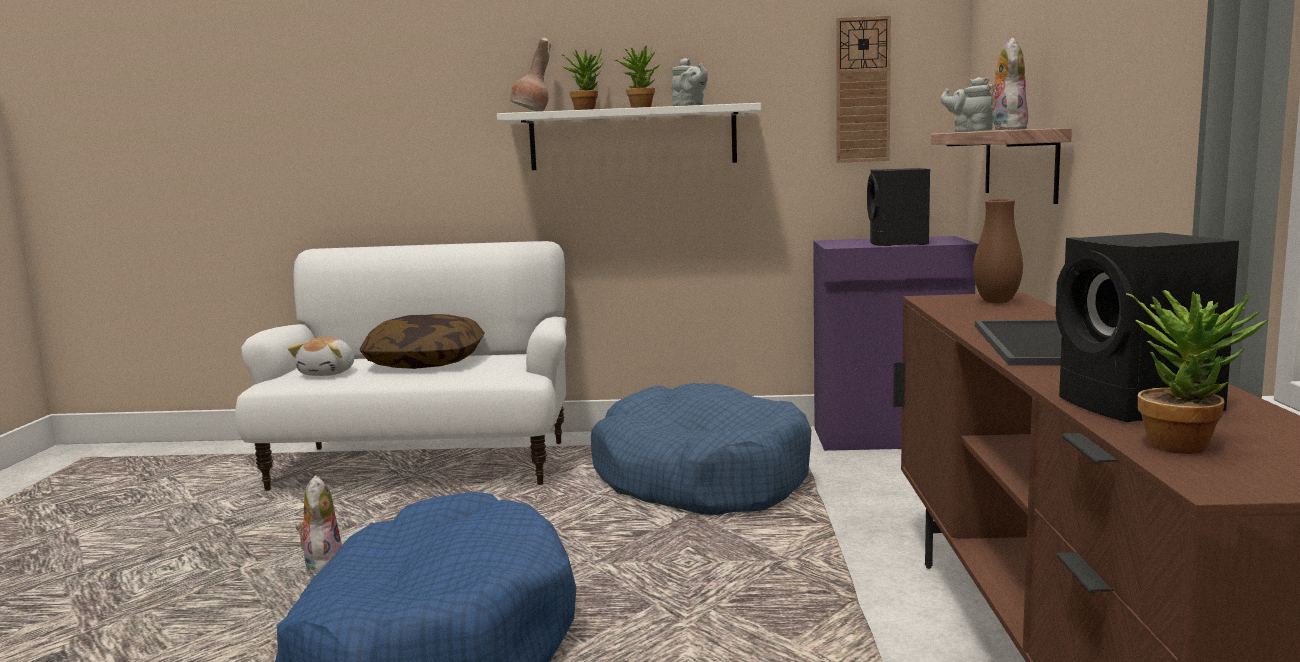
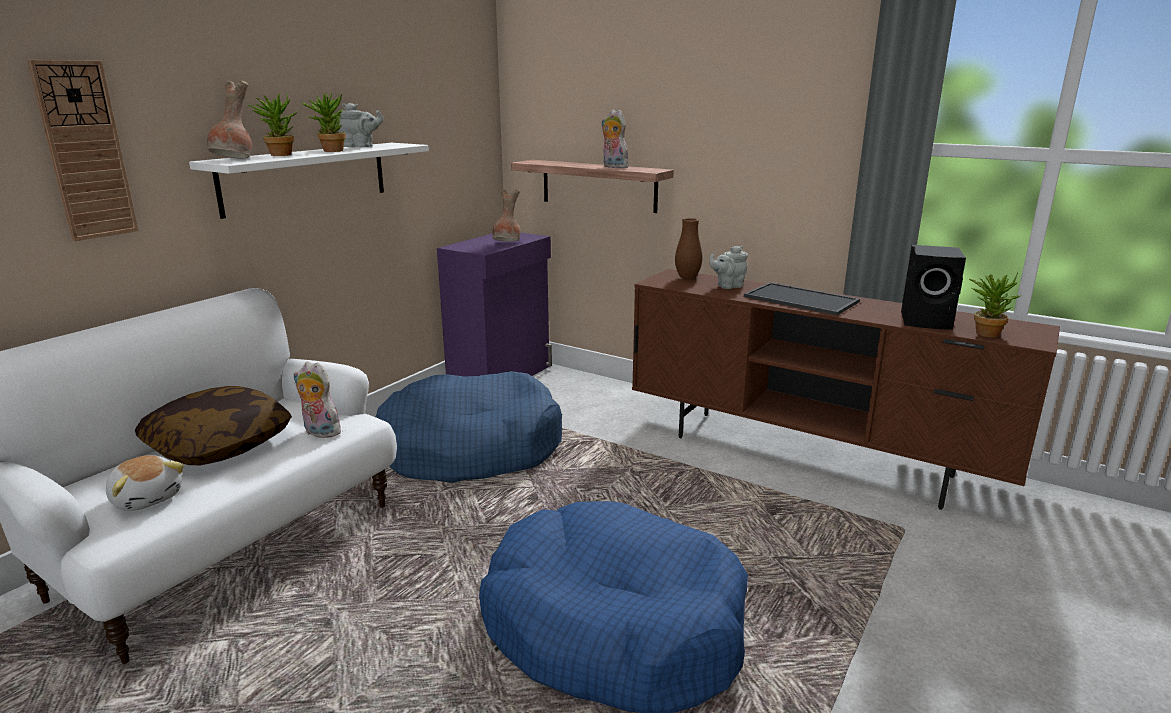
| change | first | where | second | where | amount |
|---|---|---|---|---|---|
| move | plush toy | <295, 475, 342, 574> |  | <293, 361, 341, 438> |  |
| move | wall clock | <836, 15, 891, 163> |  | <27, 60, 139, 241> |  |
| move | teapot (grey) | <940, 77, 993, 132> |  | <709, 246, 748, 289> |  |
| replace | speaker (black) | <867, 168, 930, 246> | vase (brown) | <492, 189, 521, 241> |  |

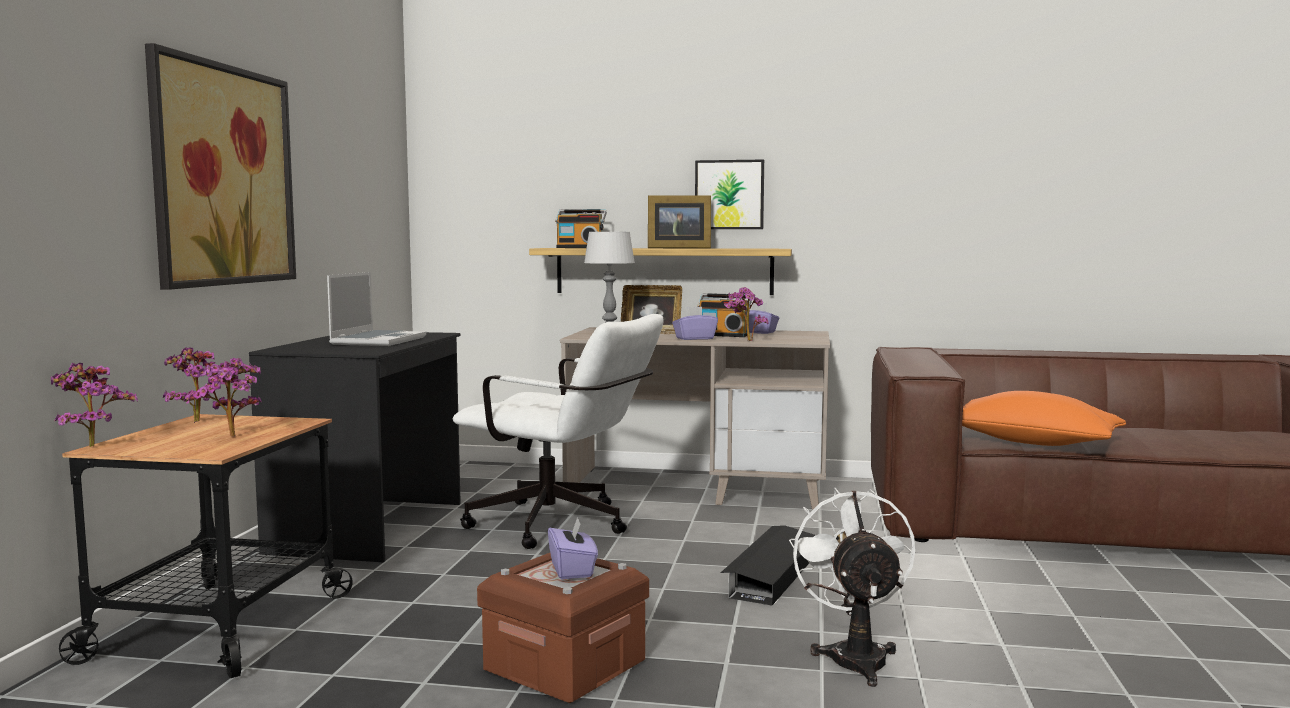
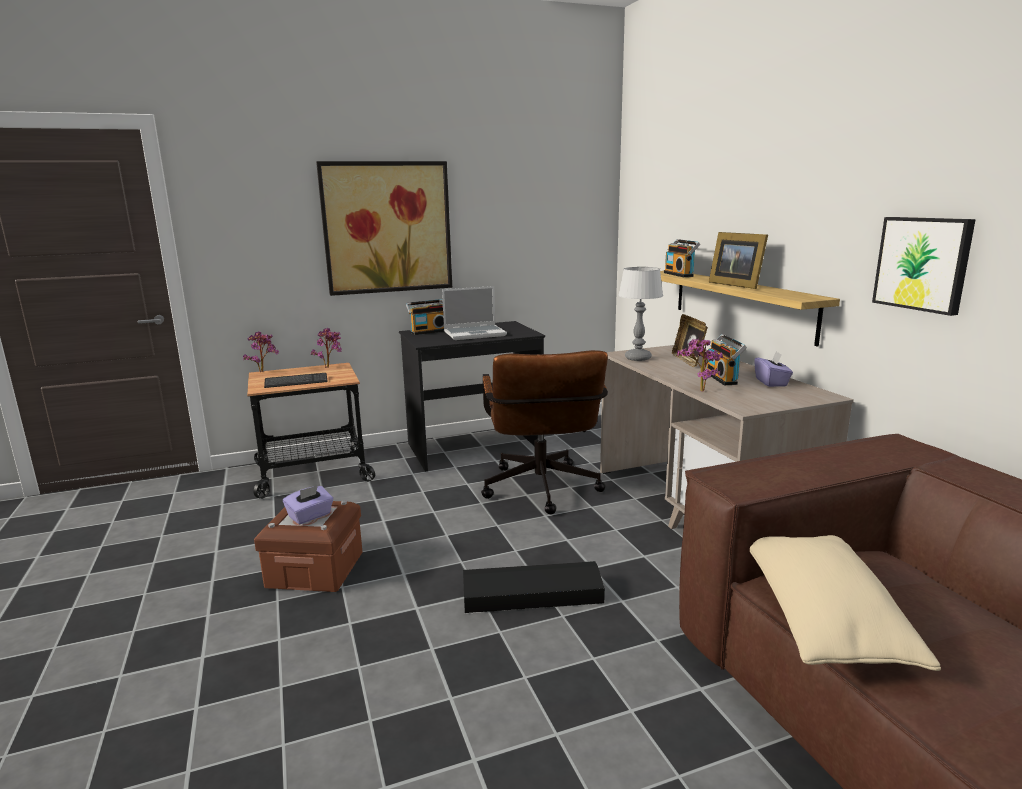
| change | first | where | second | where | amount |
|---|---|---|---|---|---|
| delete | tissue box (purple) | <672, 307, 718, 340> |  |  |  |
| delete | fan (white) | <789, 487, 915, 687> |  |  |  |
| insert |  |  | radio | <406, 299, 444, 335> |  |
| move | picture | <695, 159, 764, 229> |  | <872, 217, 976, 316> |  |
| replace | potted plant | <184, 358, 262, 437> | keyboard | <264, 373, 328, 388> |  |
| recolor | office chair (white) | <452, 314, 664, 549> | office chair (brown) | <481, 350, 608, 515> |  |
| recolor | pillow (orange) | <962, 391, 1126, 446> | pillow (beige) | <750, 535, 941, 671> |  |

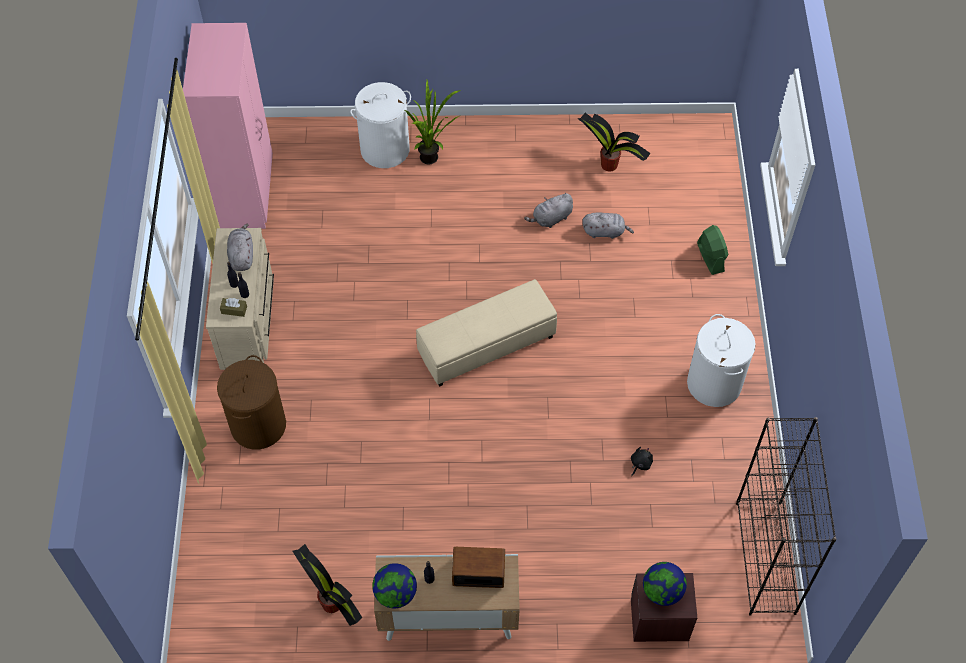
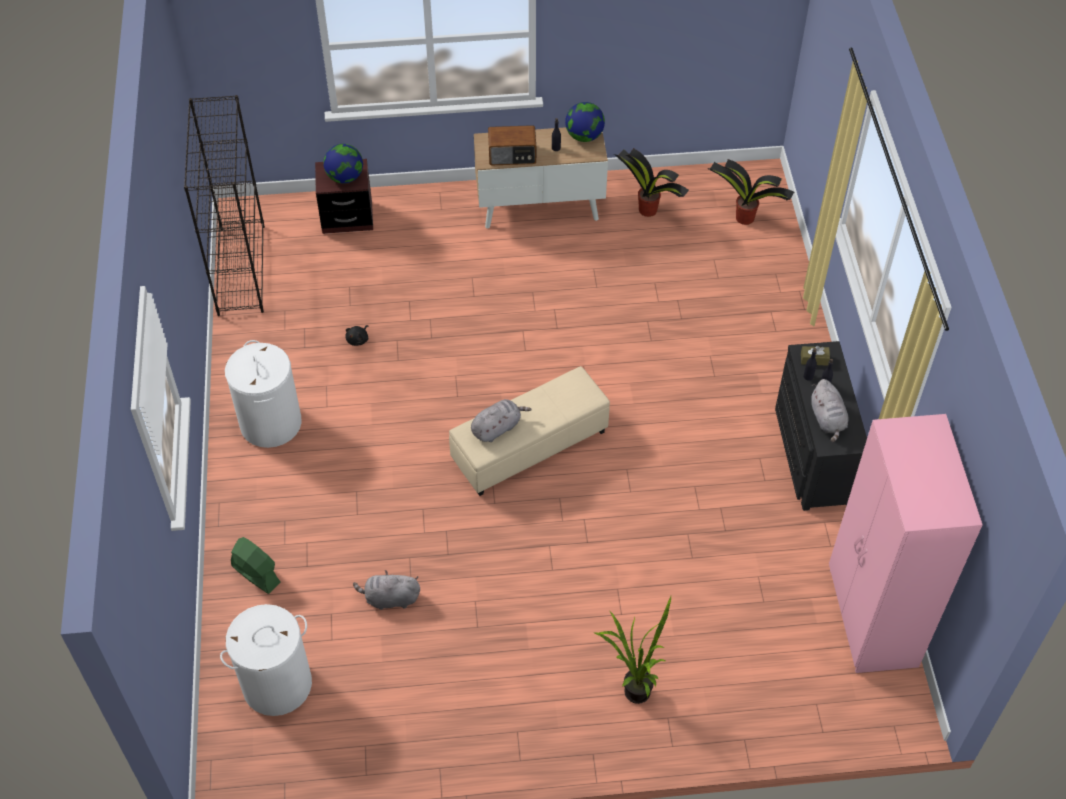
| change | first | where | second | where | amount |
|---|---|---|---|---|---|
| delete | laundry basket (brown) | <217, 355, 286, 449> |  |  |  |
| move | laundry basket (white) | <350, 82, 411, 168> |  | <220, 604, 312, 716> |  |
| move | plush toy (grey) | <524, 194, 573, 228> |  | <471, 399, 531, 442> |  |
| move | potted plant | <577, 113, 650, 172> |  | <707, 159, 794, 225> |  |
| recolor | dresser (beige) | <206, 228, 274, 370> | dresser (black) | <775, 341, 867, 511> |  |
| rotate | fan (green) | <697, 225, 728, 275> |  | <231, 537, 281, 594> | 150 degrees clockwise |

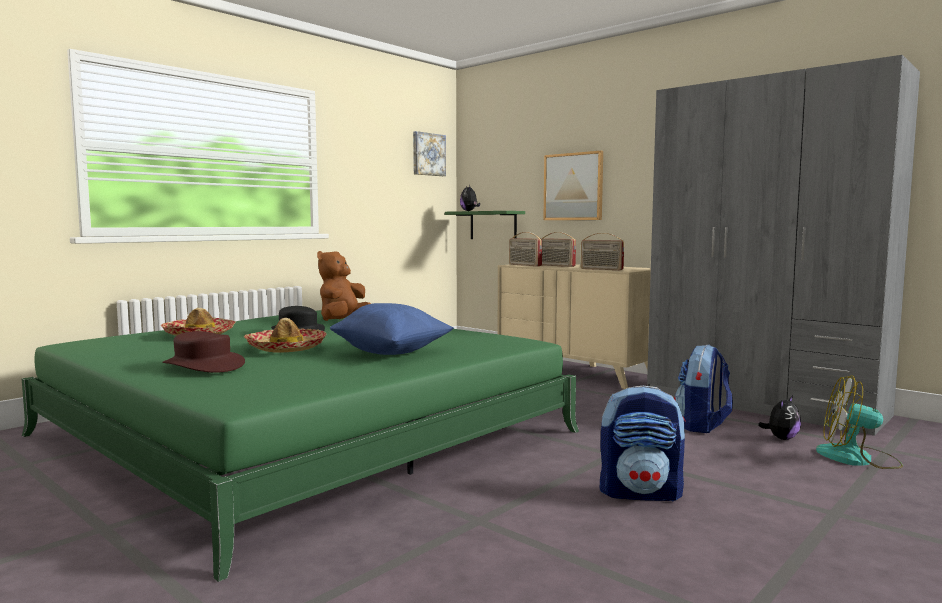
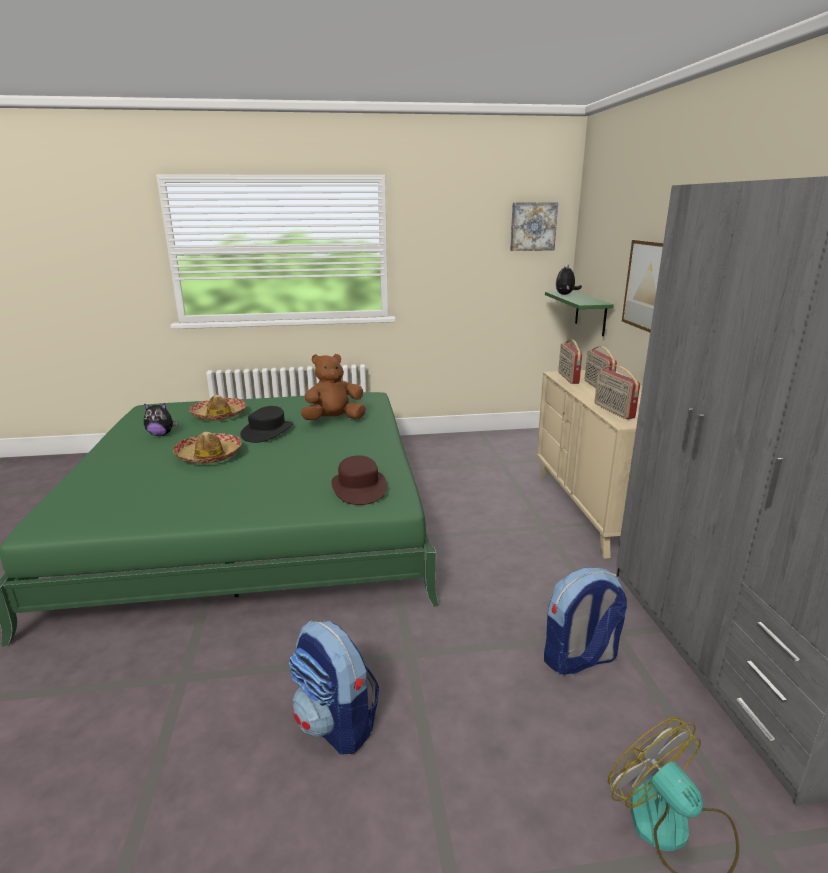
| change | first | where | second | where | amount |
|---|---|---|---|---|---|
| delete | pillow (blue) | <330, 303, 454, 355> |  |  |  |
| move | hat (brown) | <162, 331, 245, 373> |  | <331, 455, 387, 505> |  |
| move | plush toy | <758, 396, 801, 440> |  | <144, 403, 178, 436> |  |

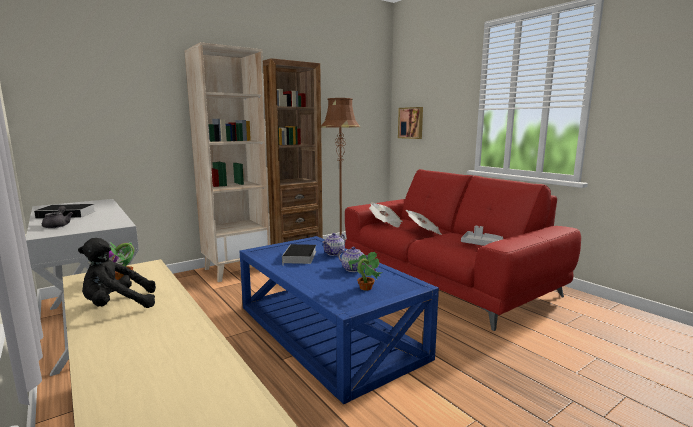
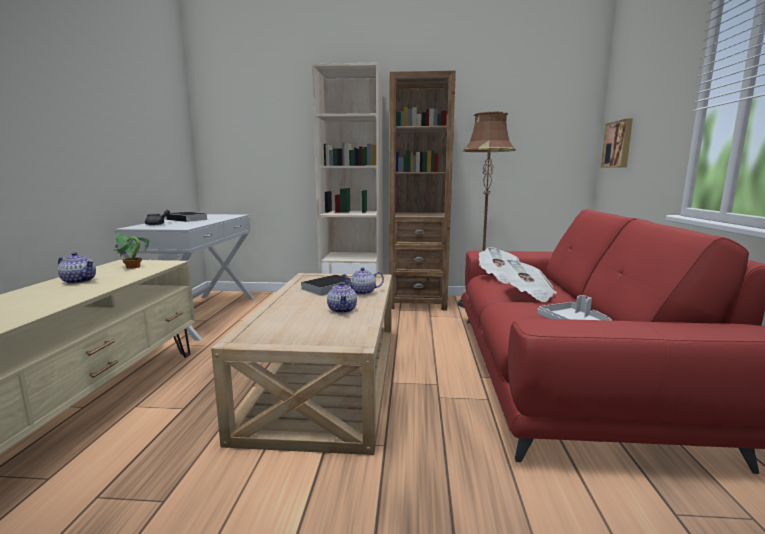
| change | first | where | second | where | amount |
|---|---|---|---|---|---|
| delete | potted plant | <348, 252, 383, 291> |  |  |  |
| replace | plush toy (black) | <78, 238, 156, 308> | teapot | <58, 252, 96, 284> |  |
| recolor | coffee table (blue) | <240, 236, 439, 404> | coffee table (beige) | <211, 273, 392, 455> |  |

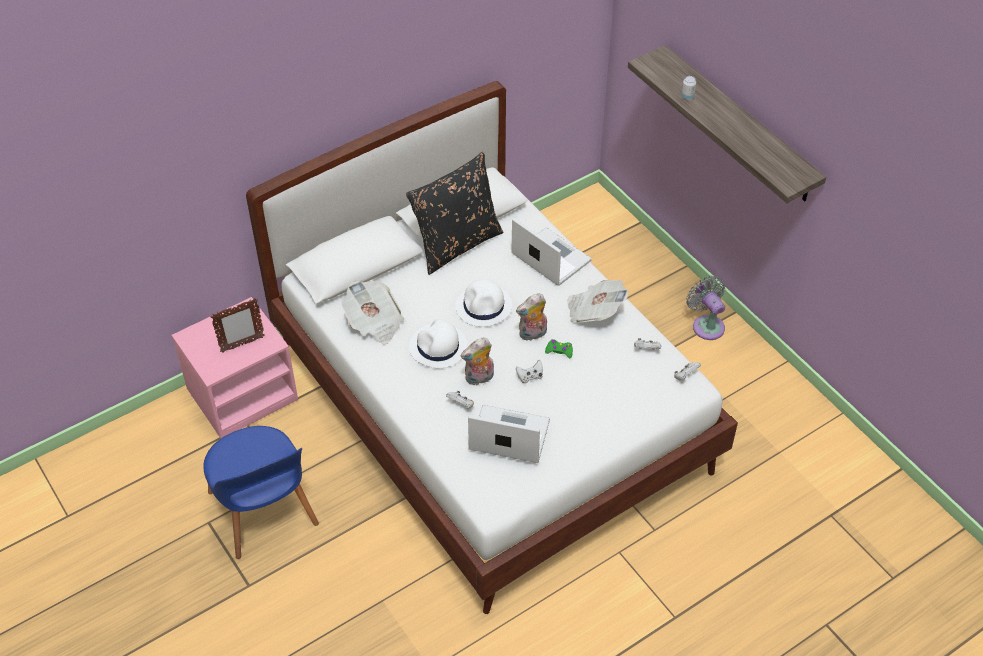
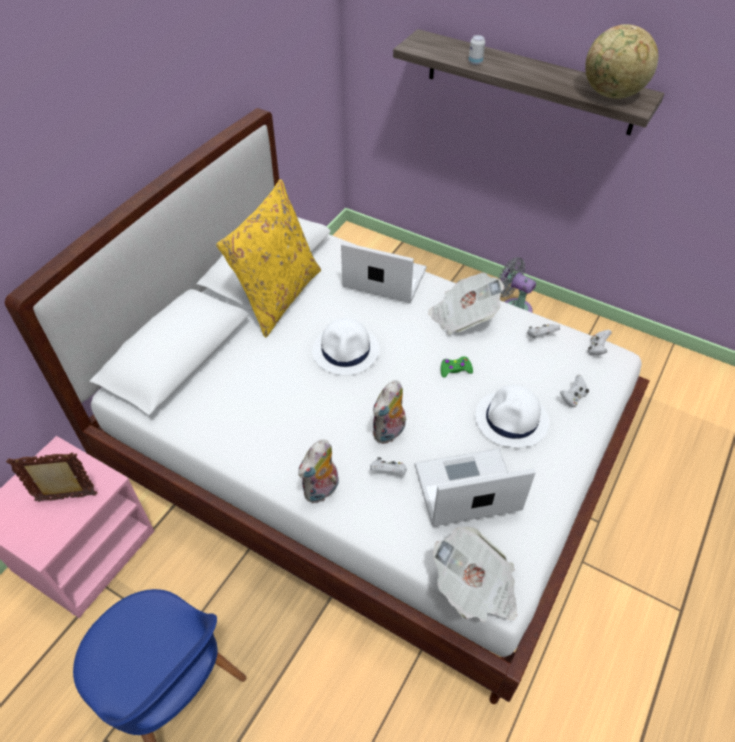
| change | first | where | second | where | amount |
|---|---|---|---|---|---|
| insert |  |  | globe | <585, 24, 659, 99> |  |
| move | newspaper | <342, 281, 404, 344> |  | <433, 527, 517, 622> |  |
| move | hat (white) | <409, 319, 467, 368> |  | <475, 385, 549, 447> |  |
| move | plush toy | <516, 293, 547, 341> |  | <298, 439, 339, 503> |  |
| move | game controller (white) | <516, 360, 543, 383> |  | <560, 375, 589, 408> |  |
| recolor | pillow (black) | <406, 152, 503, 275> | pillow (yellow) | <216, 179, 321, 337> |  |
| rotate | picture frame | <211, 298, 265, 353> |  | <6, 453, 97, 502> | 135 degrees counterclockwise |

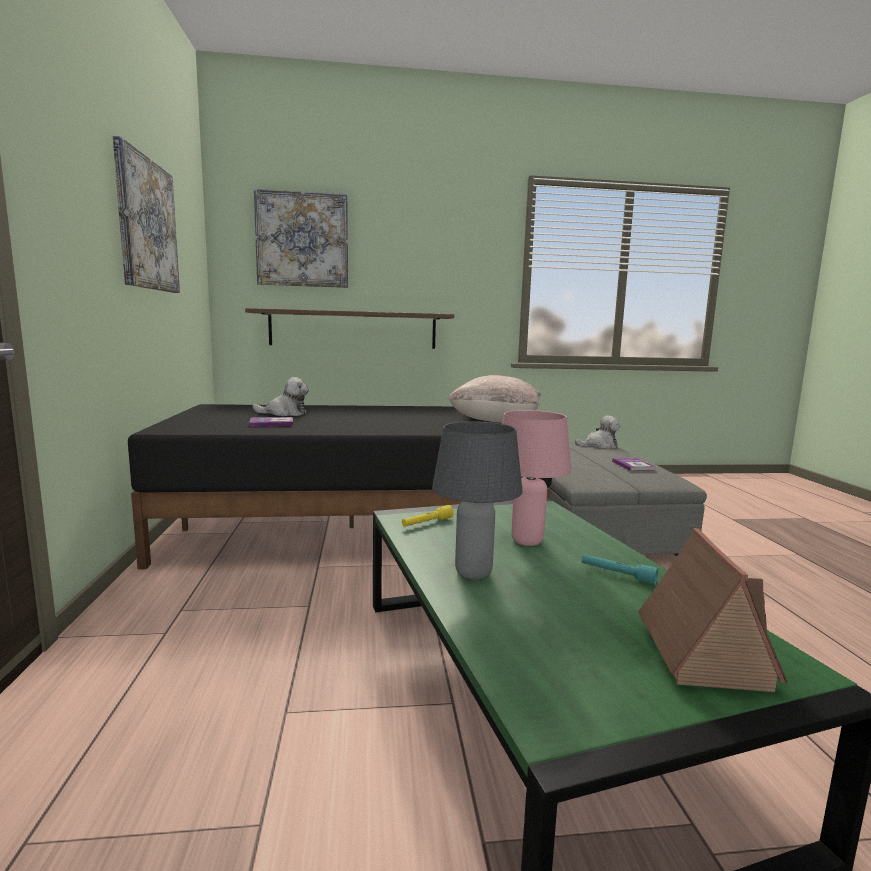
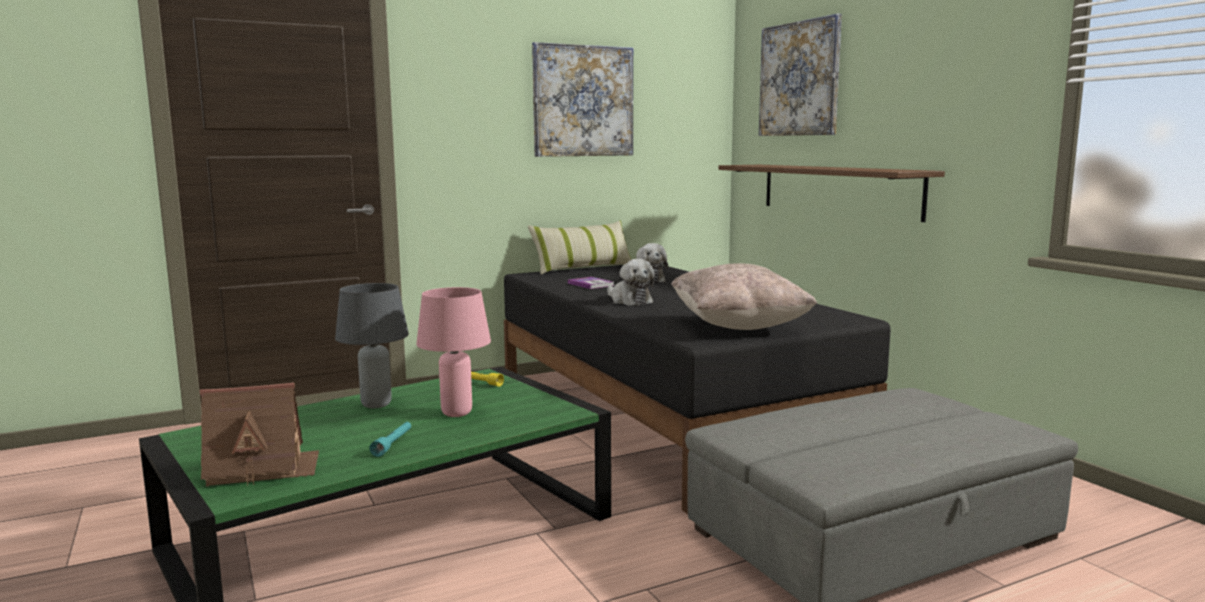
| change | first | where | second | where | amount |
|---|---|---|---|---|---|
| delete | book | <612, 458, 656, 471> |  |  |  |
| insert |  |  | pillow | <528, 220, 631, 275> |  |
| move | plush toy | <575, 415, 620, 449> |  | <607, 259, 655, 306> |  |

